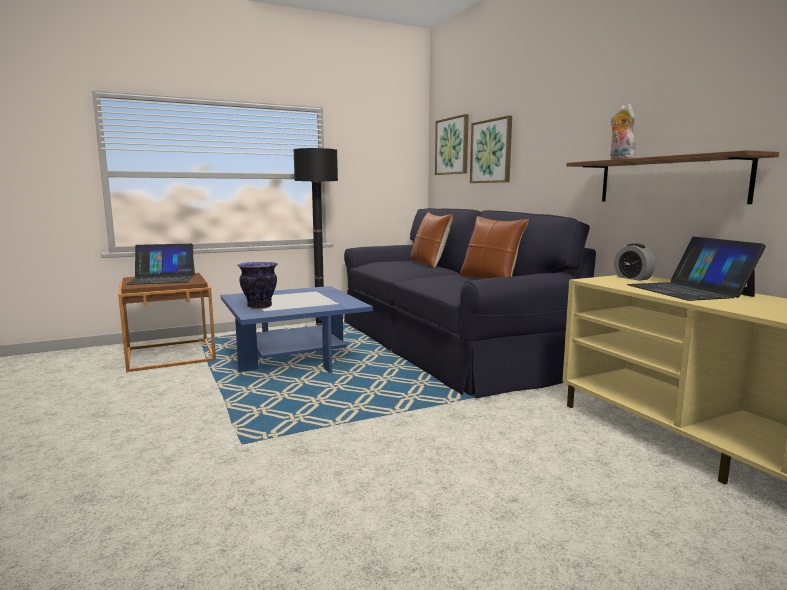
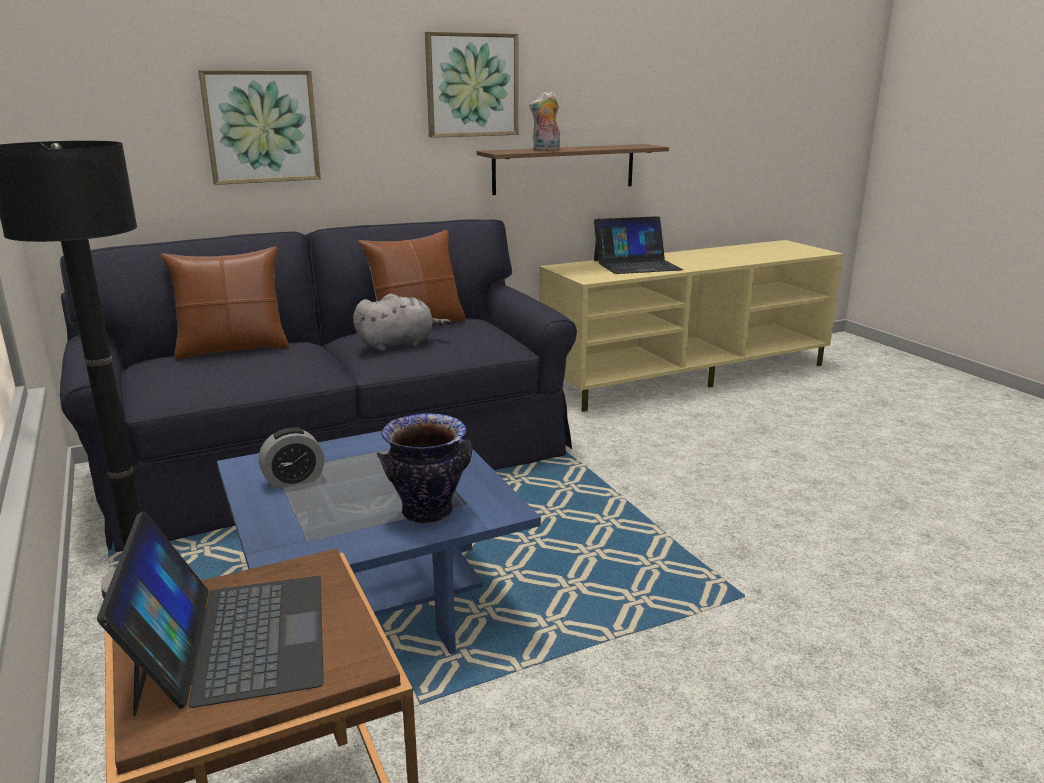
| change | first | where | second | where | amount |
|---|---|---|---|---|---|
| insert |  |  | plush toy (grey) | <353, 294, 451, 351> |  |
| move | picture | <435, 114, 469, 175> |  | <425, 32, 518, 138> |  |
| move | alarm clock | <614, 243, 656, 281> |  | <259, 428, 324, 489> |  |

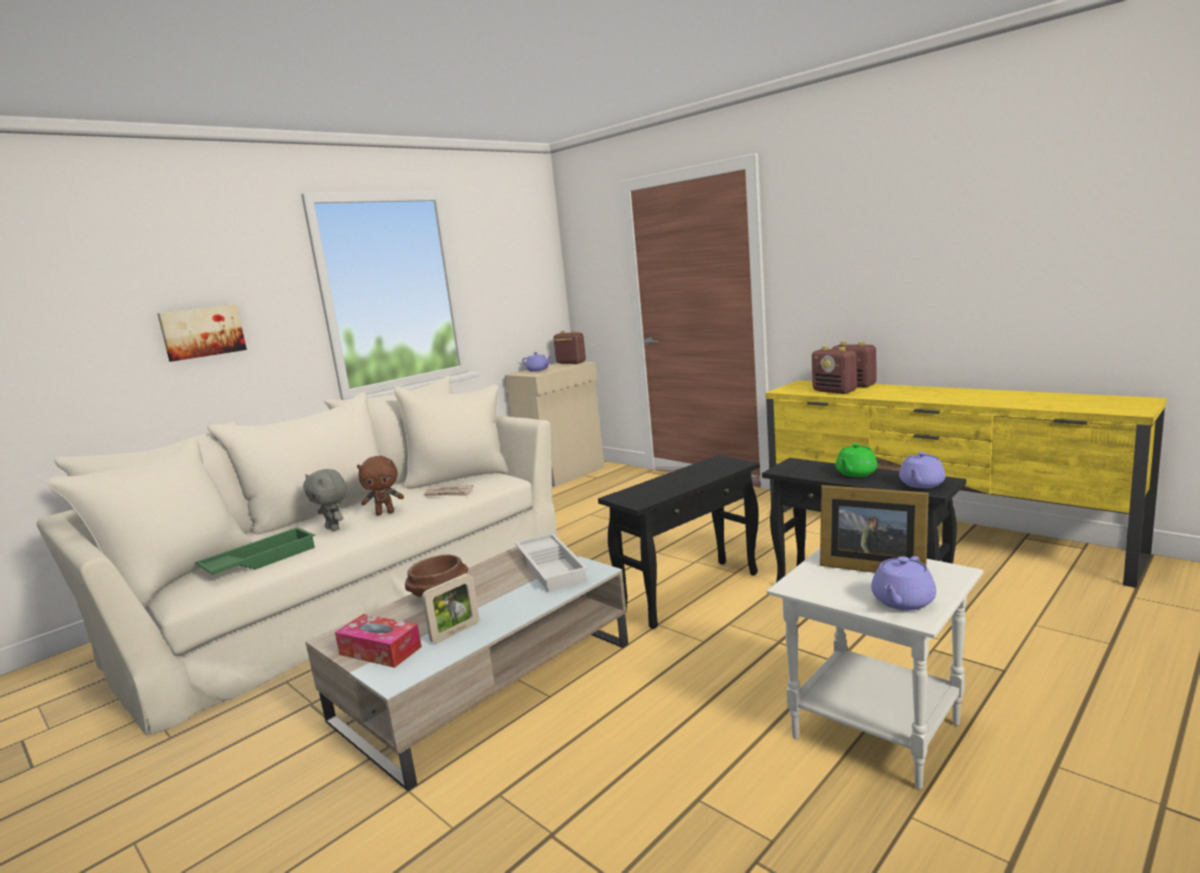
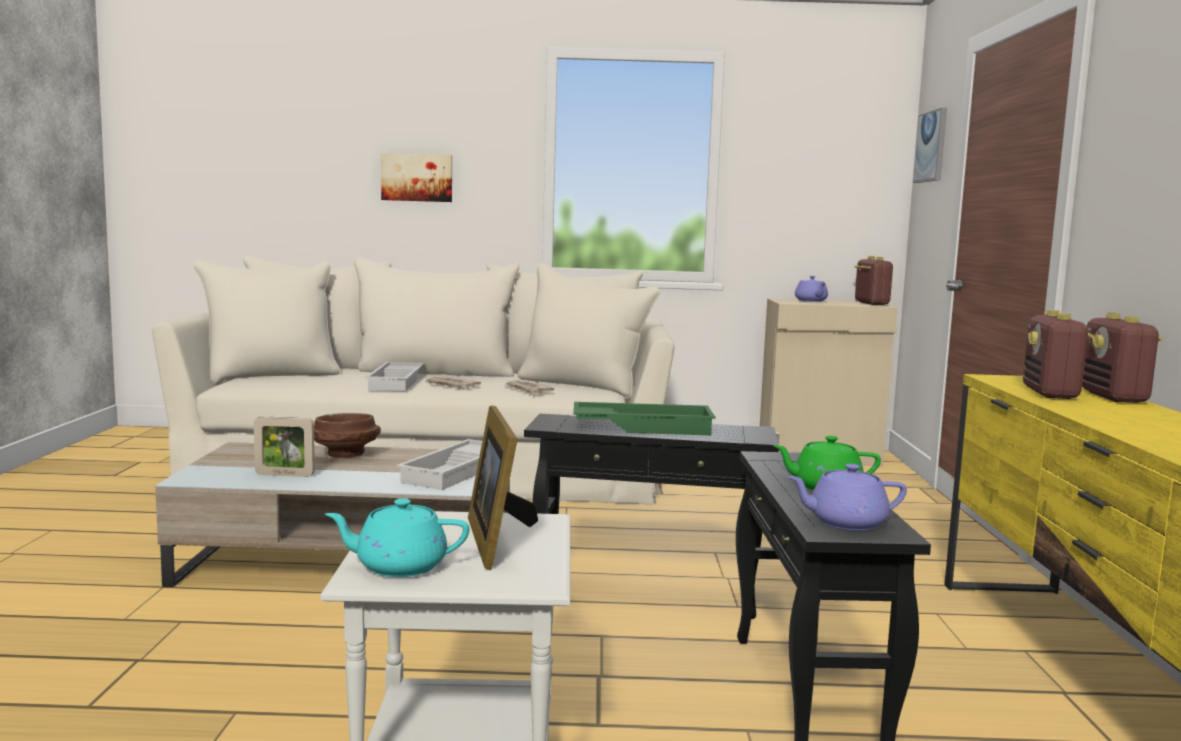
| change | first | where | second | where | amount |
|---|---|---|---|---|---|
| delete | tissue box | <335, 614, 422, 668> |  |  |  |
| insert |  |  | picture | <913, 107, 947, 183> |  |
| move | tray (green) | <195, 527, 315, 575> |  | <573, 402, 716, 435> |  |
| replace | plush toy (grey) | <303, 469, 347, 531> | tray (white) | <365, 362, 425, 392> |  |
| replace | plush toy (brown) | <357, 456, 404, 515> | newspaper | <425, 376, 481, 391> |  |
| recolor | teapot (purple) | <871, 556, 936, 611> | teapot (turquoise) | <325, 498, 469, 577> |  |

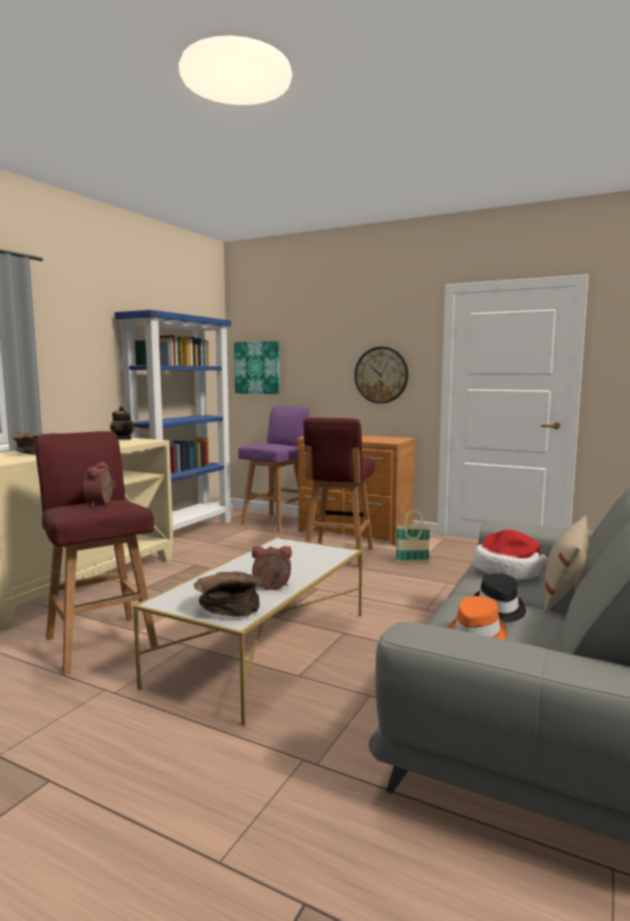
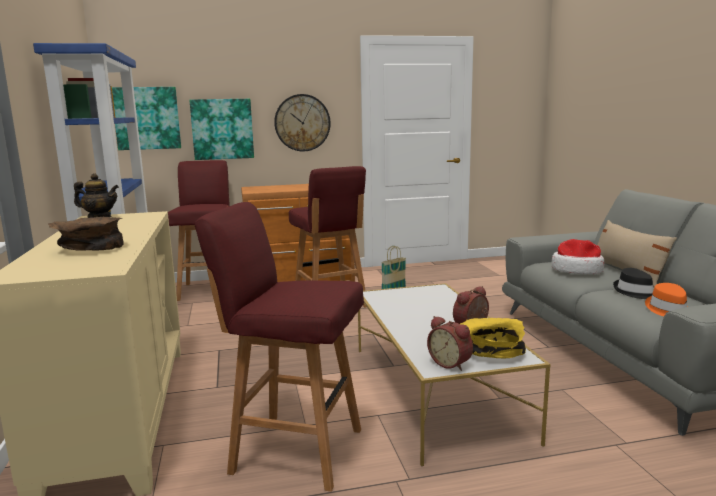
| change | first | where | second | where | amount |
|---|---|---|---|---|---|
| insert |  |  | picture | <189, 99, 254, 160> |  |
| move | alarm clock | <83, 462, 115, 507> |  | <427, 316, 473, 371> |  |
| recolor | bowl (brown) | <194, 571, 261, 617> | bowl (yellow) | <460, 318, 526, 358> |  |
| recolor | stool (purple) | <238, 406, 310, 532> | stool (red) | <168, 160, 230, 301> |  |

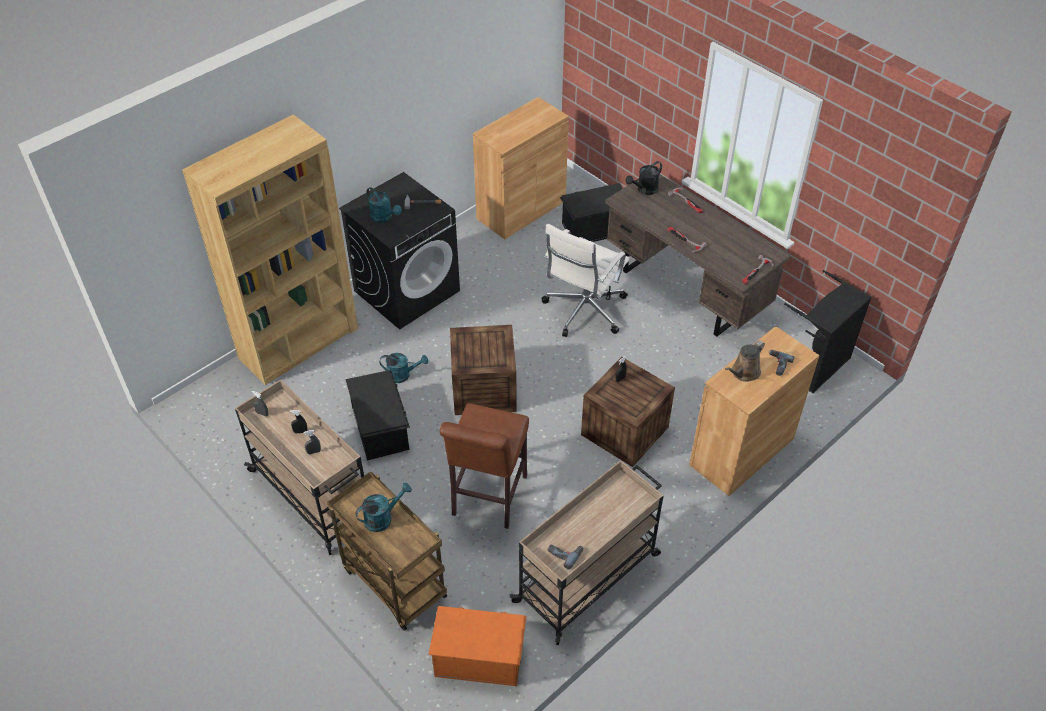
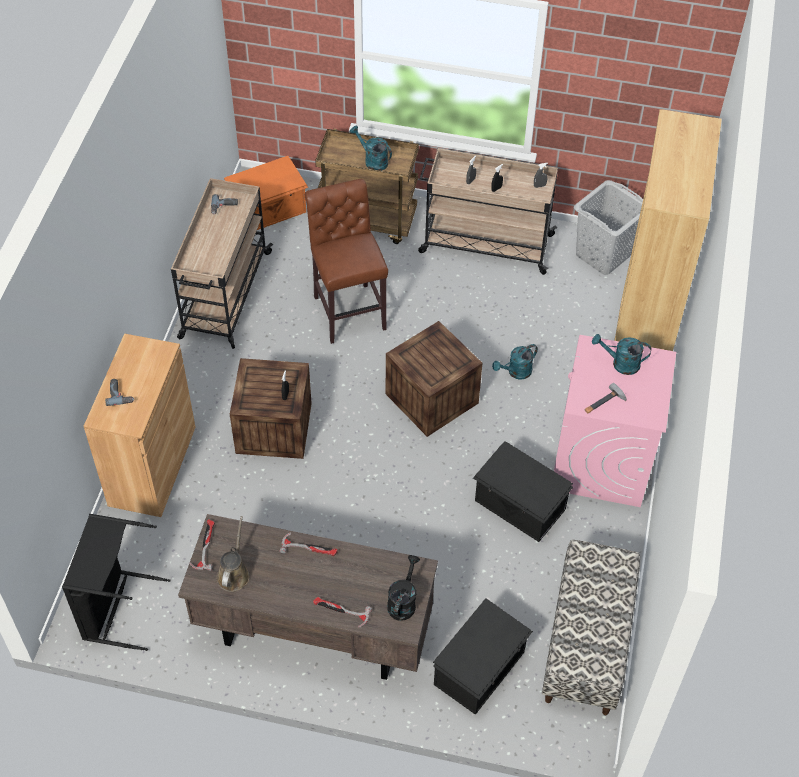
| change | first | where | second | where | amount |
|---|---|---|---|---|---|
| delete | office chair (white) | <541, 224, 630, 337> |  |  |  |
| insert |  |  | laundry basket (grey) | <574, 180, 643, 275> |  |
| move | storage box (black) | <346, 370, 410, 461> |  | <473, 441, 573, 542> |  |
| move | watering can (brown) | <725, 340, 765, 382> |  | <216, 516, 250, 592> |  |
| replace | cabinet (brown) | <473, 97, 569, 239> | bench | <542, 540, 640, 715> |  |
| recolor | washing machine (black) | <339, 172, 460, 329> | washing machine (pink) | <554, 335, 676, 507> |  |
| rotate | watering can (turquoise) | <355, 483, 412, 532> |  | <350, 125, 392, 171> | 105 degrees clockwise |

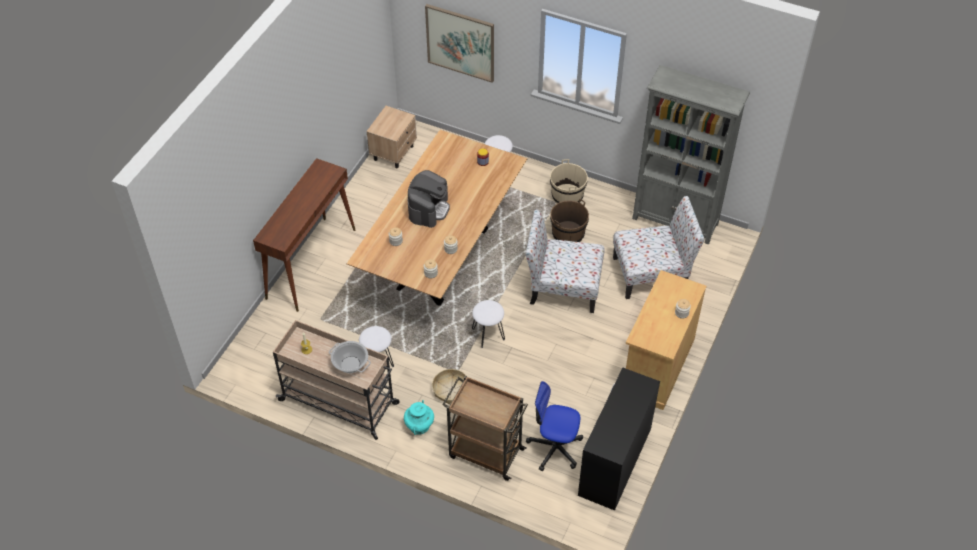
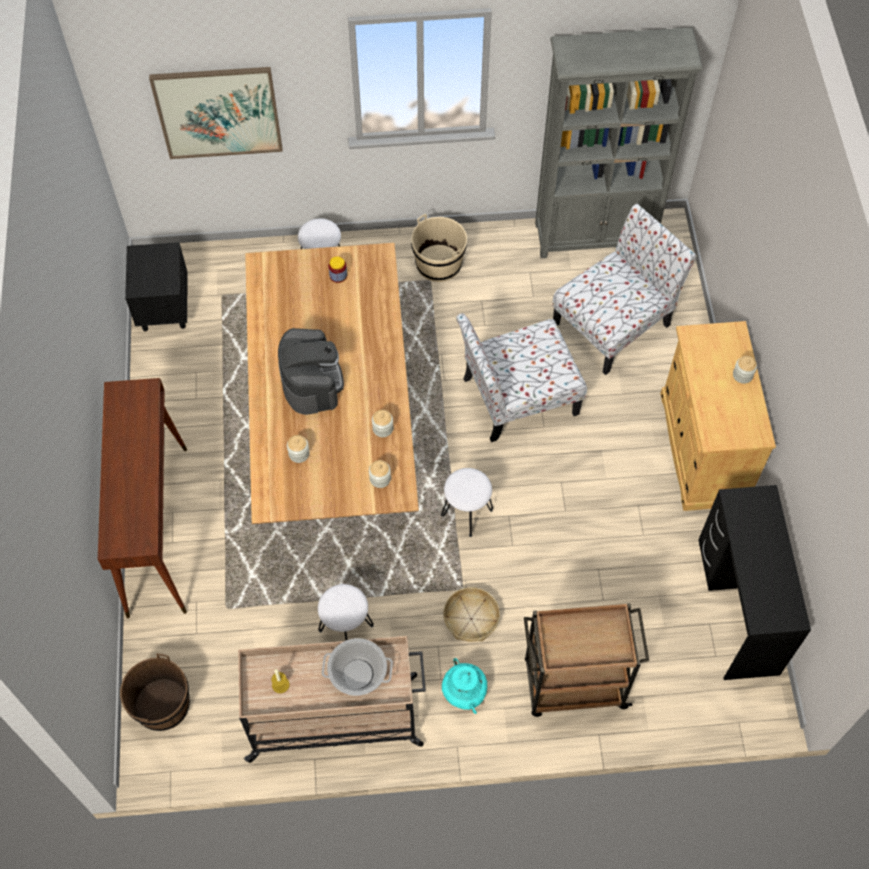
| change | first | where | second | where | amount |
|---|---|---|---|---|---|
| delete | office chair | <526, 381, 583, 471> |  |  |  |
| move | bucket (brown) | <550, 198, 589, 242> |  | <120, 653, 190, 731> |  |
| recolor | nightstand (beige) | <366, 106, 417, 168> | nightstand (black) | <125, 242, 187, 332> |  |

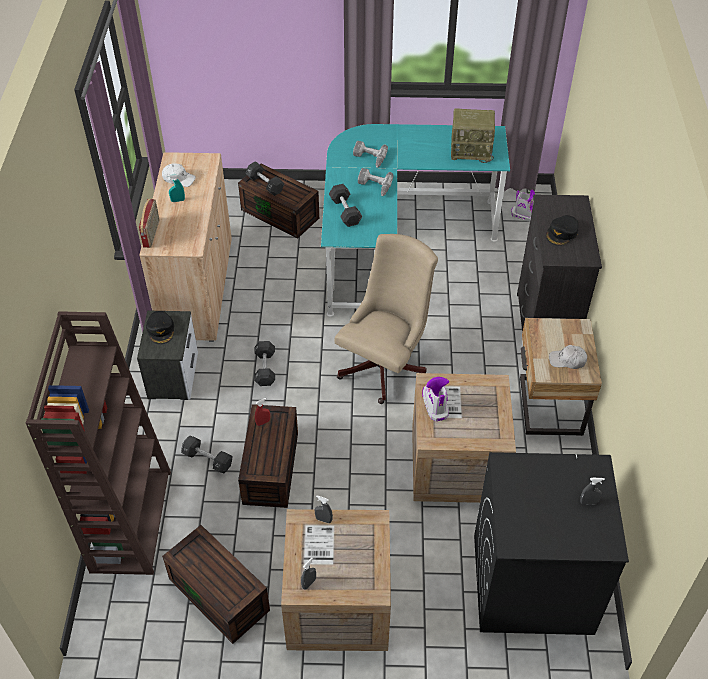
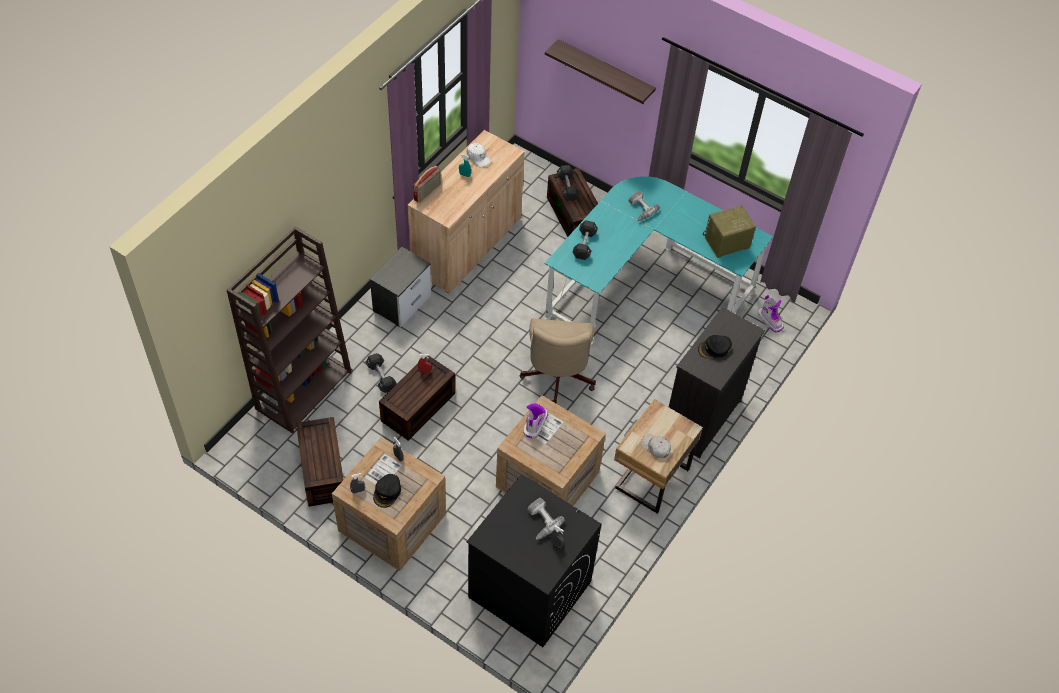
| change | first | where | second | where | amount |
|---|---|---|---|---|---|
| delete | dumbbell (black) | <254, 341, 275, 386> |  |  |  |
| insert |  |  | shelf | <545, 39, 656, 104> |  |
| move | cap (black) | <146, 311, 174, 344> |  | <373, 474, 401, 508> |  |
| move | power drill | <358, 168, 393, 196> |  | <527, 498, 565, 540> |  |
| rotate | office chair (beige) | <335, 234, 438, 404> |  | <520, 318, 596, 403> | 120 degrees clockwise |
| rotate | radio | <451, 108, 495, 163> |  | <703, 205, 756, 258> | 120 degrees clockwise |

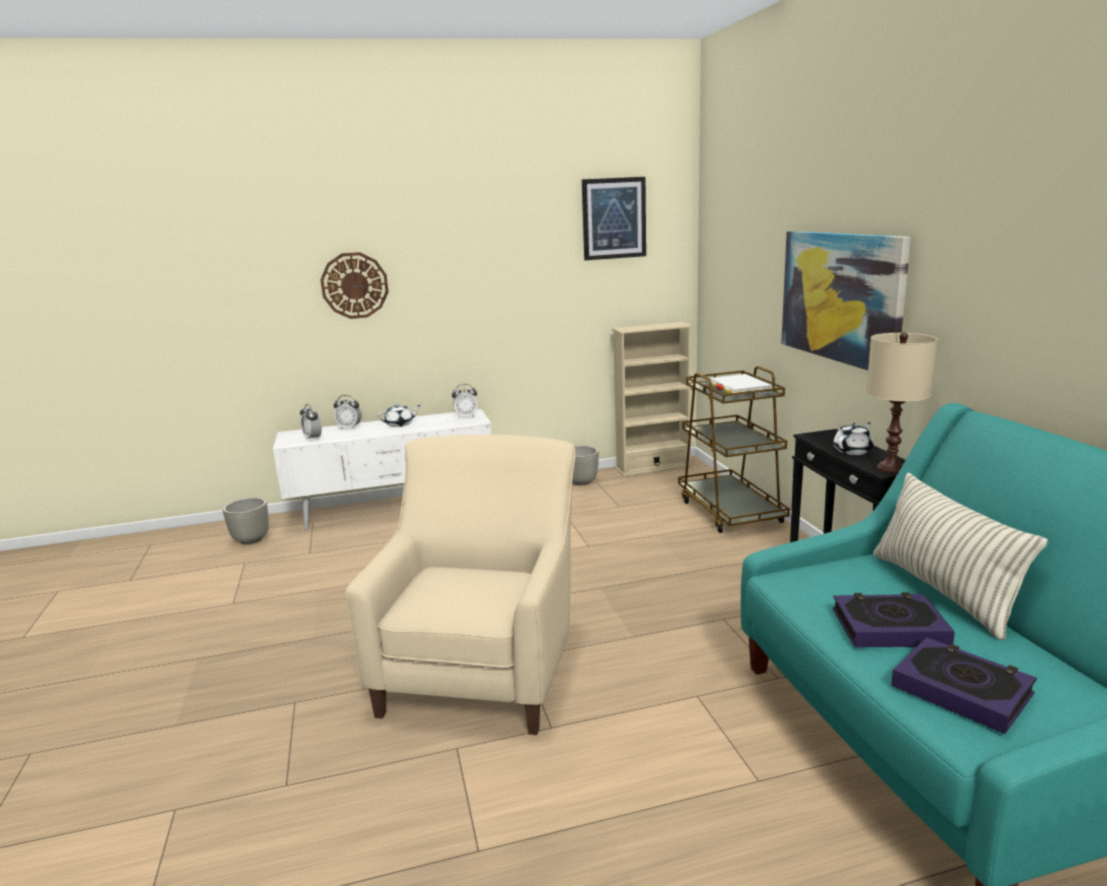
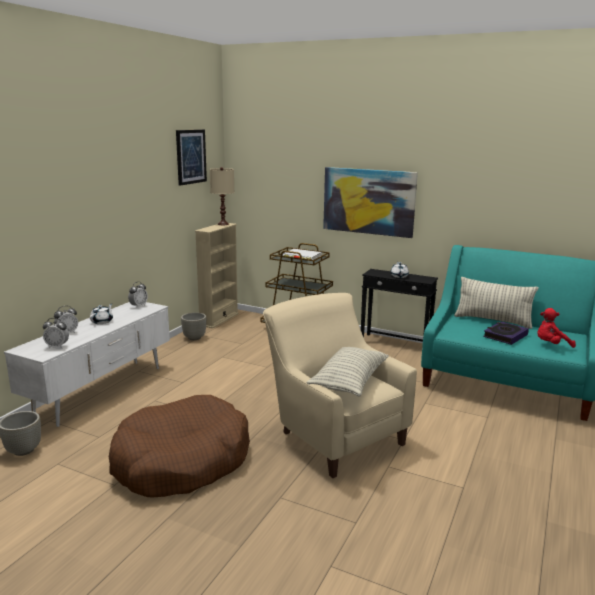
| change | first | where | second | where | amount |
|---|---|---|---|---|---|
| delete | wall clock | <320, 252, 389, 319> |  |  |  |
| insert |  |  | dog bed (brown) | <109, 395, 250, 498> |  |
| insert |  |  | pillow | <306, 347, 389, 396> |  |
| move | table lamp (beige) | <866, 332, 937, 473> |  | <210, 167, 234, 225> |  |
| replace | book | <891, 637, 1037, 734> | plush toy (red) | <537, 308, 576, 348> |  |

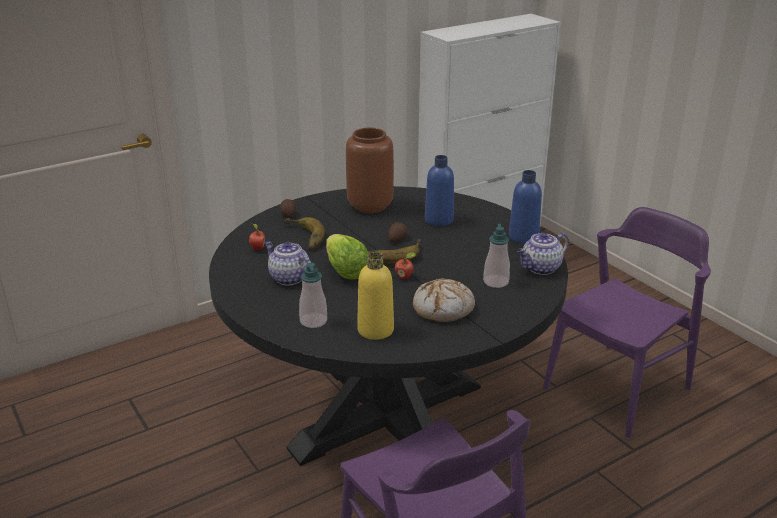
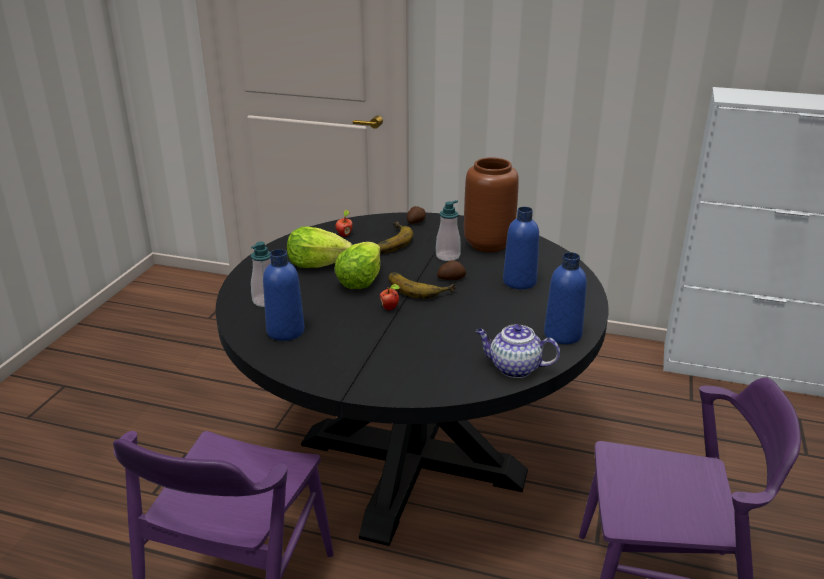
| change | first | where | second | where | amount |
|---|---|---|---|---|---|
| delete | bread | <413, 278, 475, 322> |  |  |  |
| move | soap dispenser | <483, 224, 510, 288> |  | <436, 200, 461, 261> |  |
| replace | teapot | <264, 241, 311, 286> | lettuce | <287, 227, 353, 268> |  |
| recolor | bottle (yellow) | <357, 252, 394, 340> | bottle (blue) | <263, 249, 305, 341> |  |

